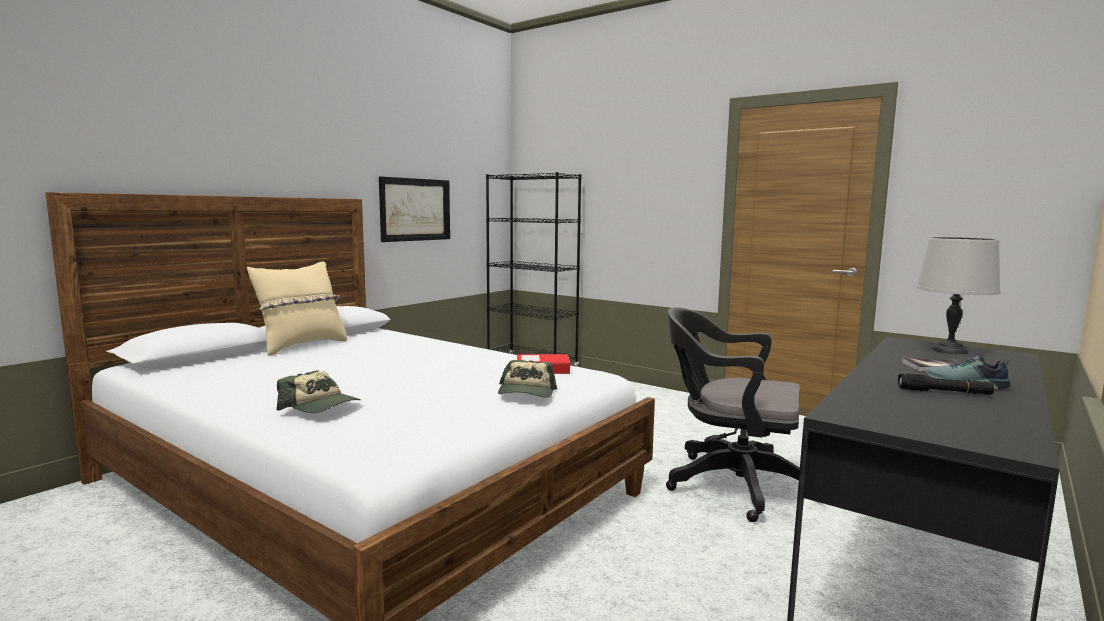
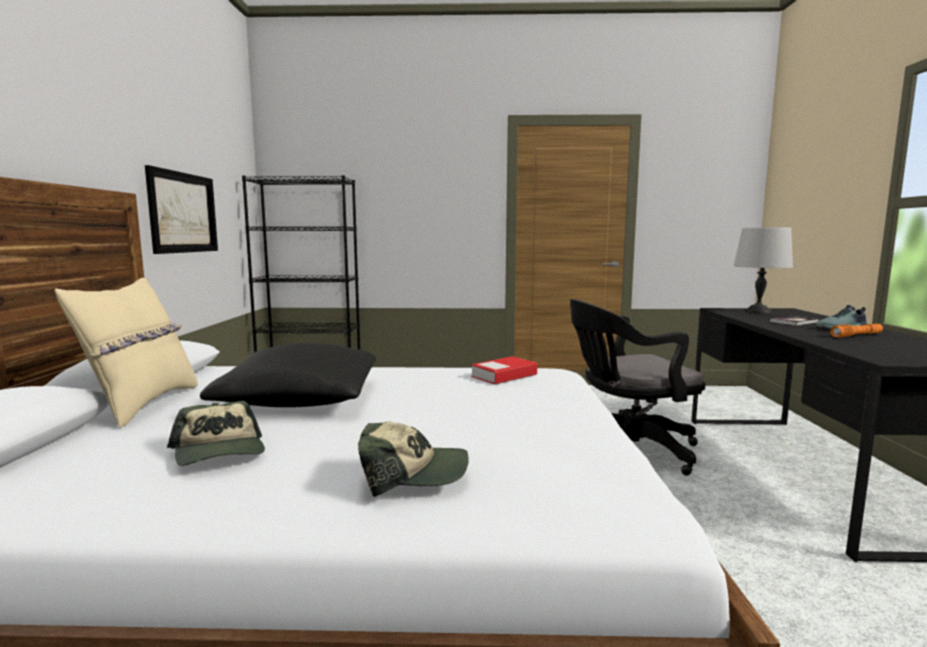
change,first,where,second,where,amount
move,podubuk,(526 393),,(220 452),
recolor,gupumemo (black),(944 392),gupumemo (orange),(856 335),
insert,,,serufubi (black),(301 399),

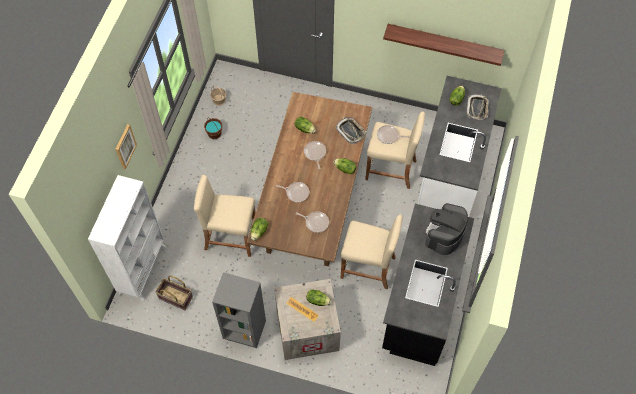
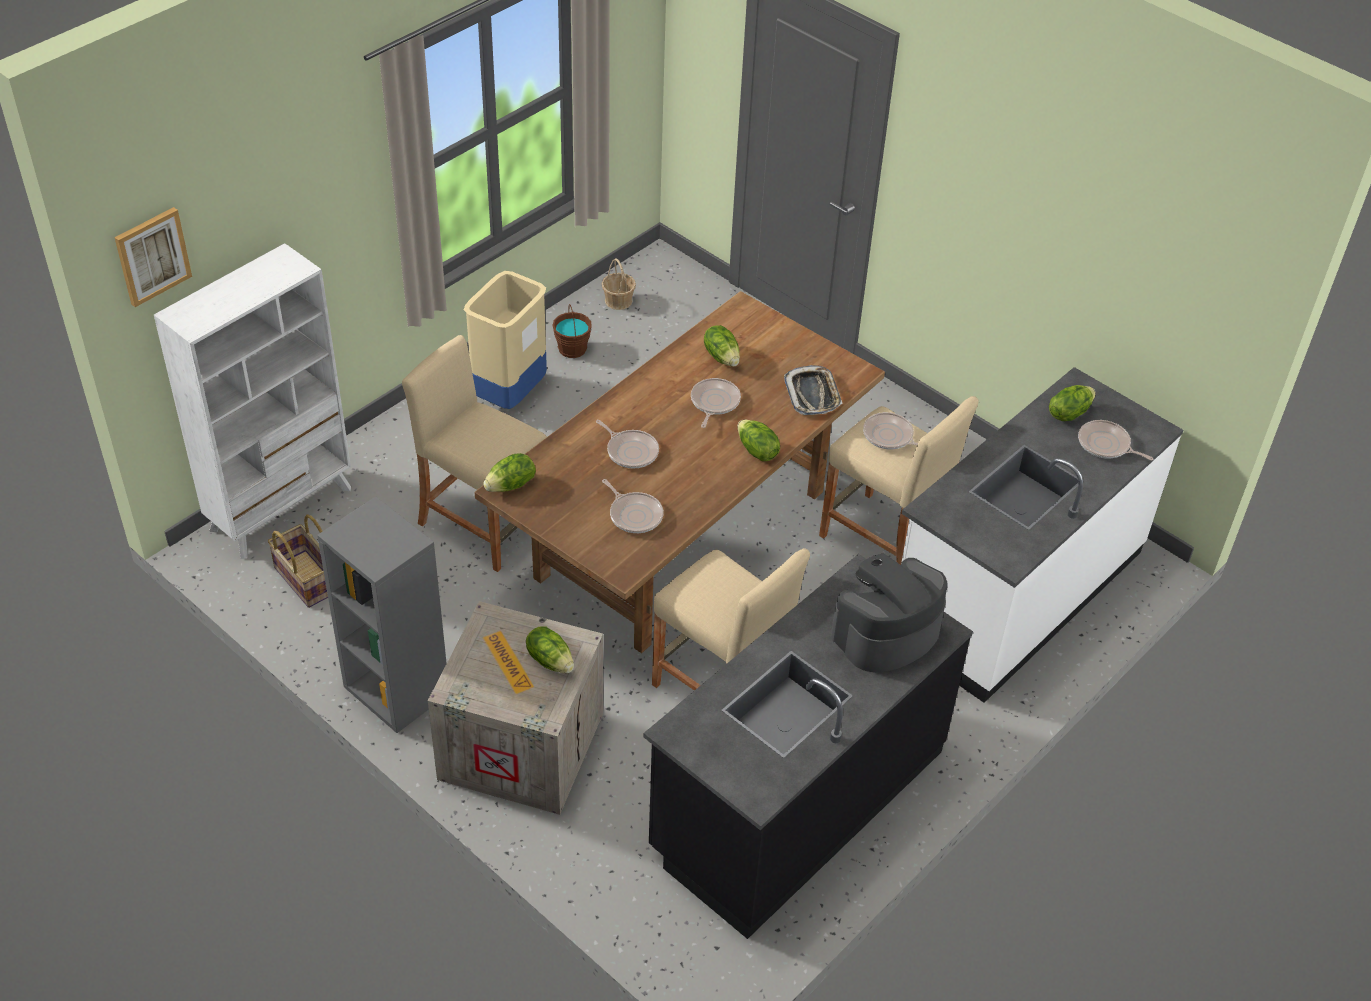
change,first,where,second,where,amount
move,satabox,(125 146),,(152 256),
delete,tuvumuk,(444 43),,,
replace,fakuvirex,(477 108),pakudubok,(1106 445),
insert,,,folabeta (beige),(509 394),

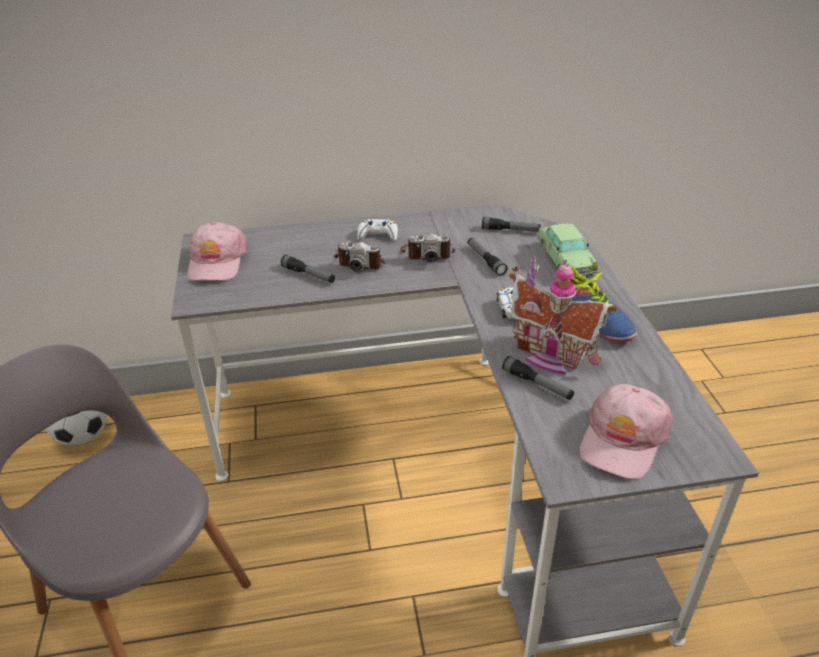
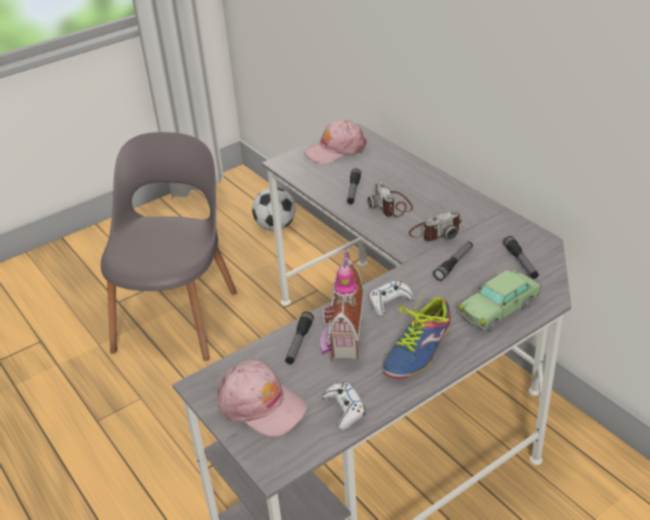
change,first,where,second,where,amount
move,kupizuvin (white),(378 235),,(344 409),
rotate,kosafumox,(427 253),,(435 231),90 degrees counterclockwise
rotate,podubuk (pink),(623 439),,(261 405),150 degrees counterclockwise

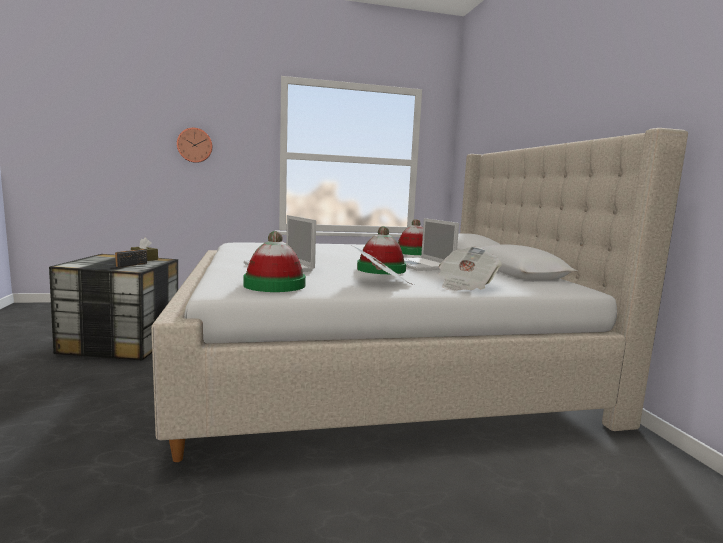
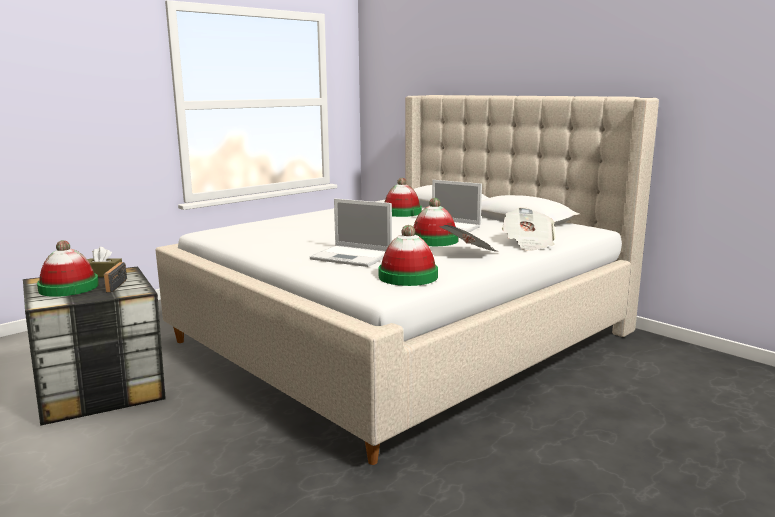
change,first,where,second,where,amount
delete,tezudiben,(195 145),,,
insert,,,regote,(69 287),

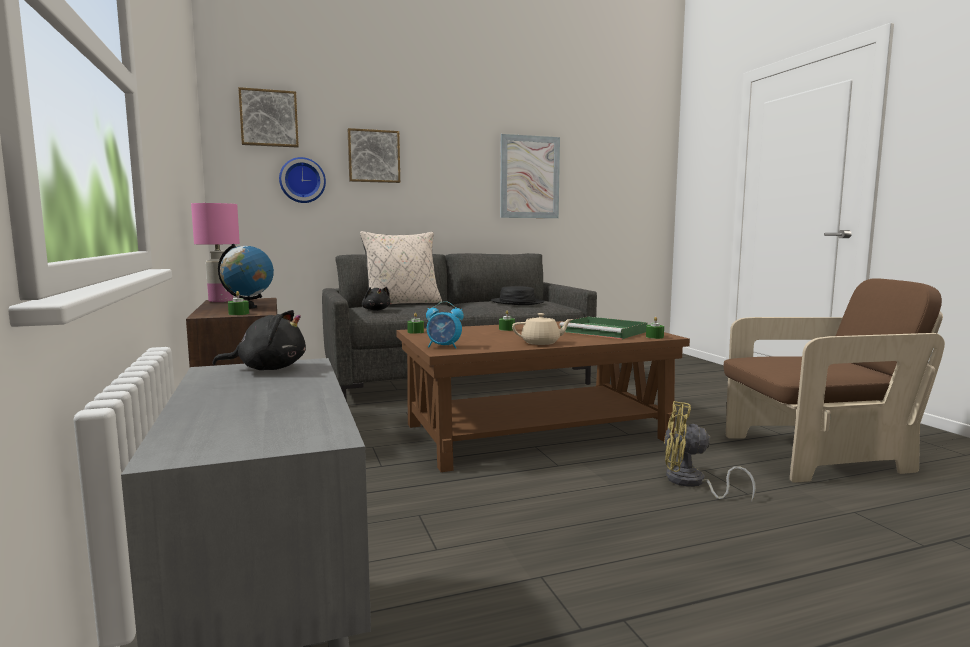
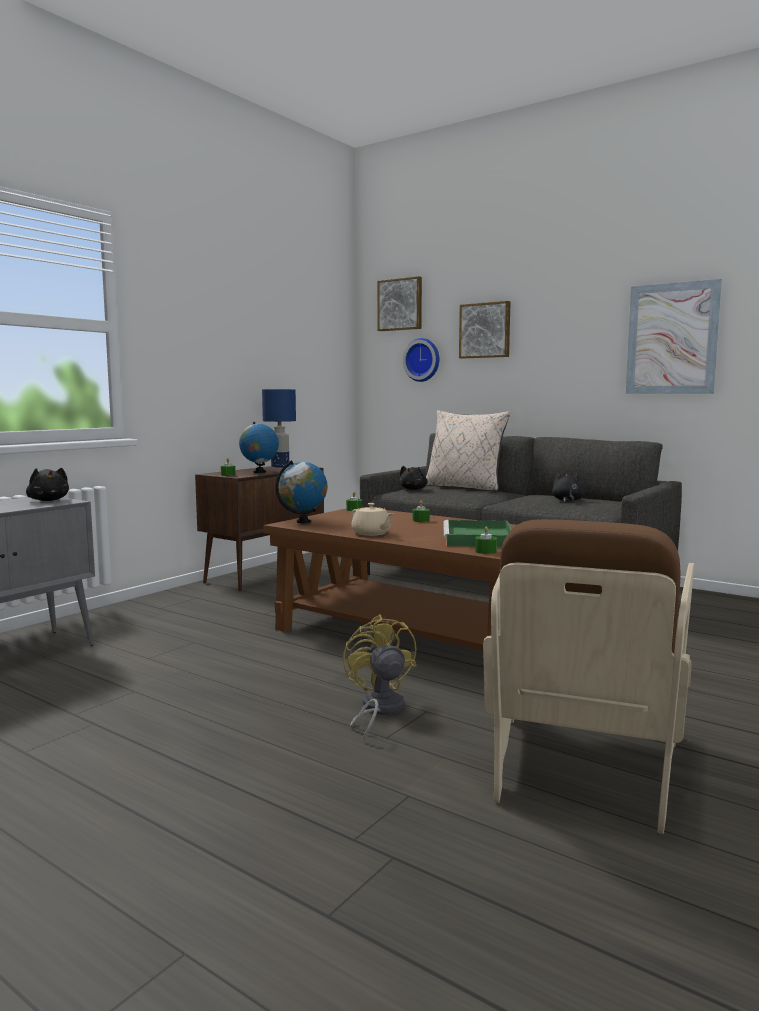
change,first,where,second,where,amount
recolor,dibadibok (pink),(220 301),dibadibok (blue),(279 466),
replace,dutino,(444 347),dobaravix,(303 522),
replace,regote (black),(517 302),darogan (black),(567 501),
rotate,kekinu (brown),(816 456),,(584 763),60 degrees clockwise

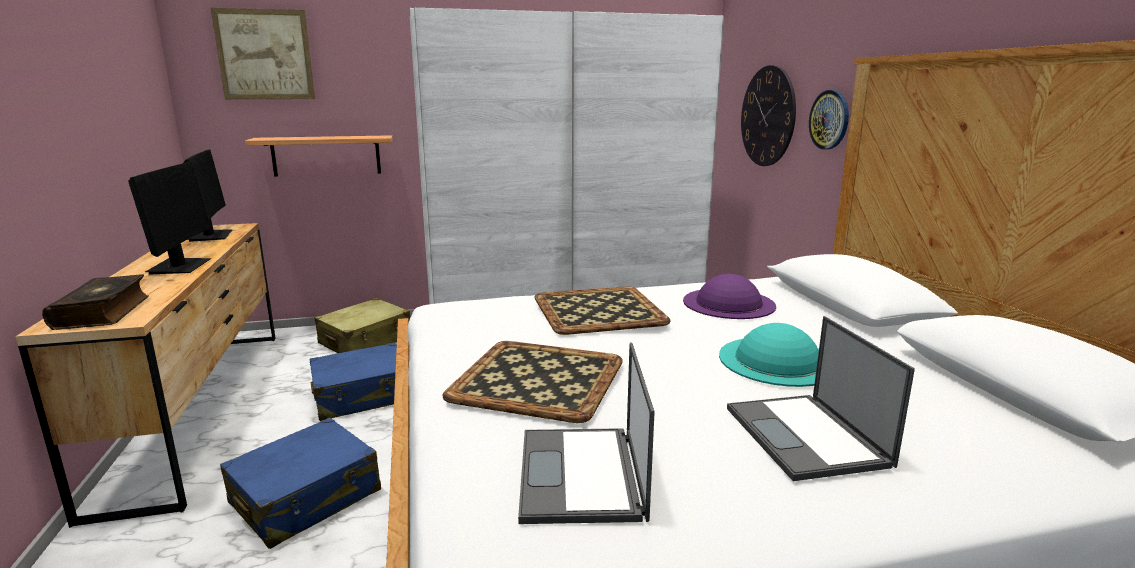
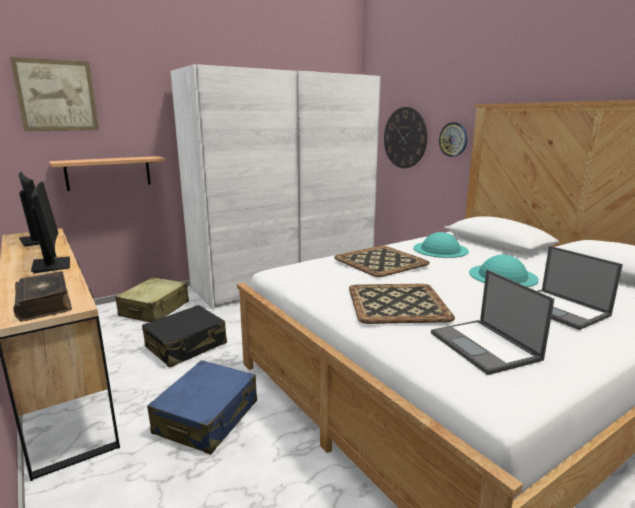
change,first,where,second,where,amount
recolor,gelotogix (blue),(362 396),gelotogix (black),(186 346),
recolor,regote (purple),(729 303),regote (turquoise),(440 249),

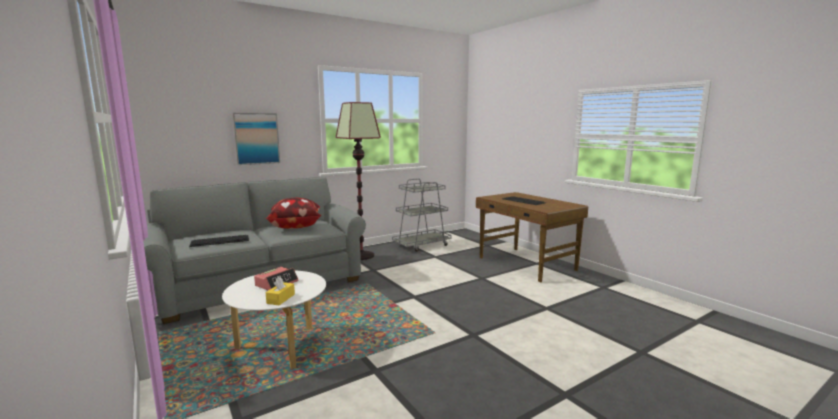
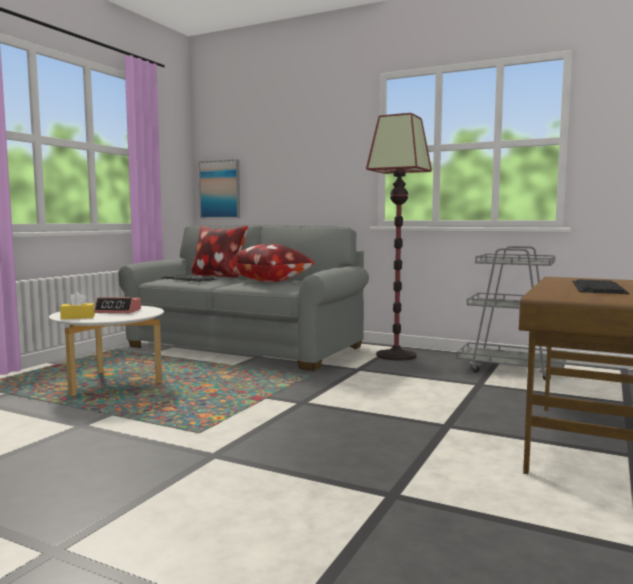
change,first,where,second,where,amount
move,satabox,(256 138),,(220 189),
insert,,,serufubi,(218 276),

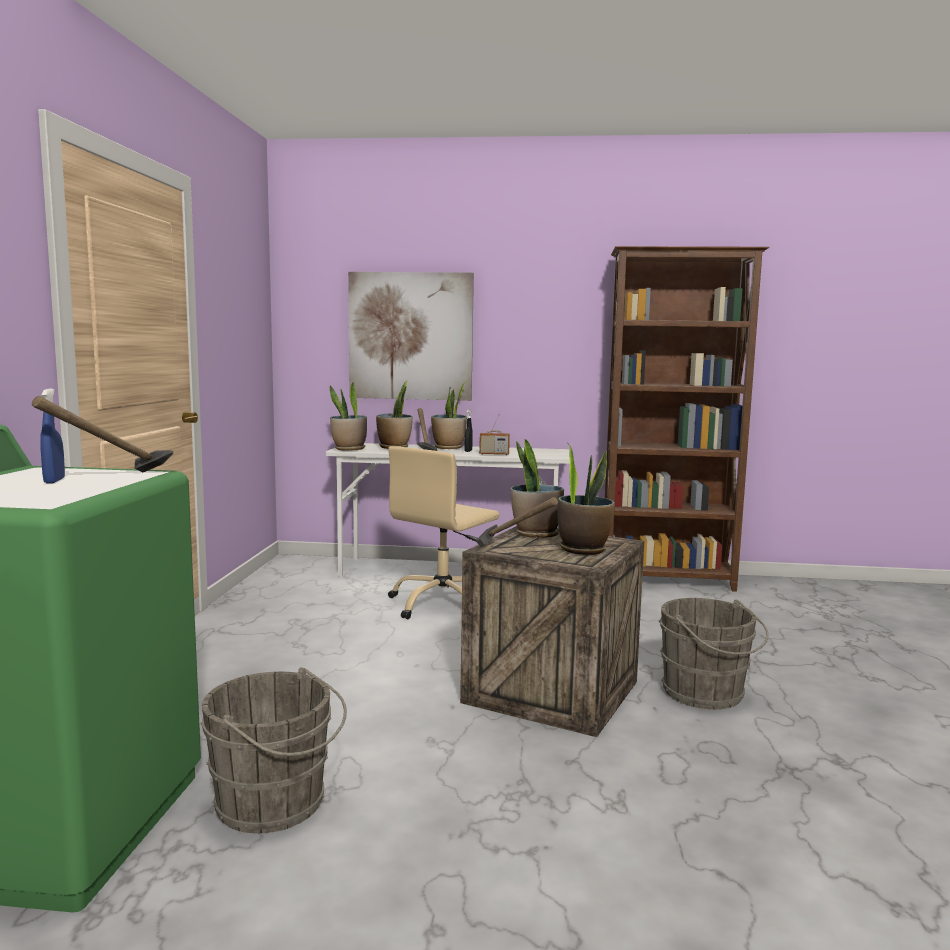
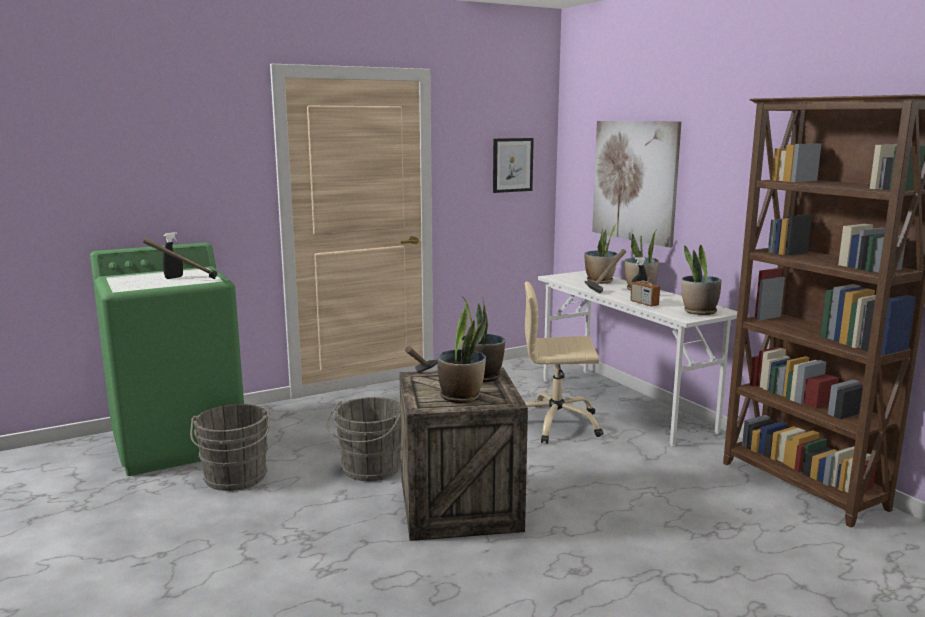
change,first,where,second,where,amount
recolor,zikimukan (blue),(54 481),zikimukan (black),(174 277),
move,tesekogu,(349 449),,(699 312),
move,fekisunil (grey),(706 694),,(369 470),
insert,,,satabox,(512 165),

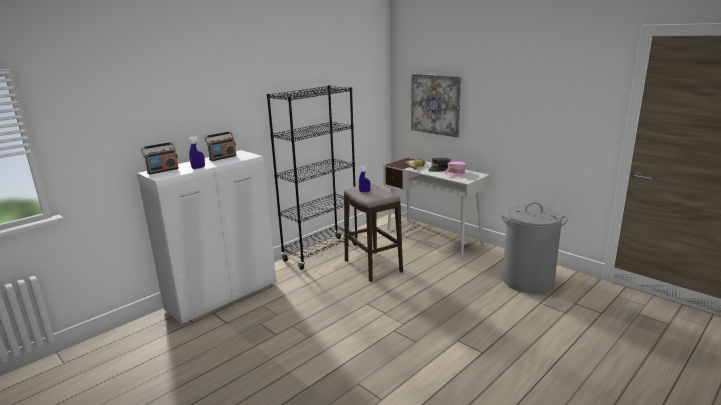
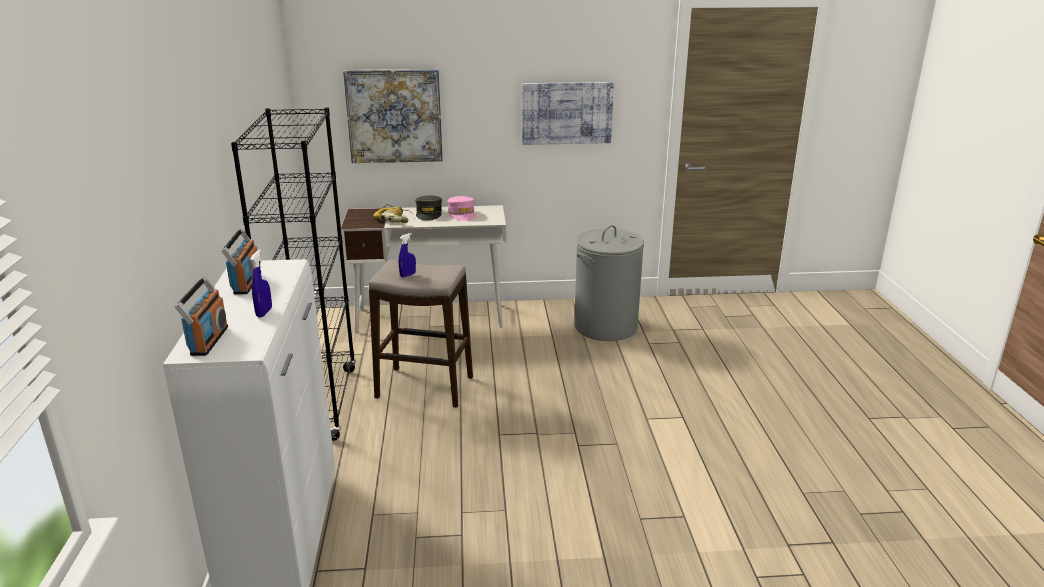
change,first,where,second,where,amount
insert,,,satabox,(567 113),

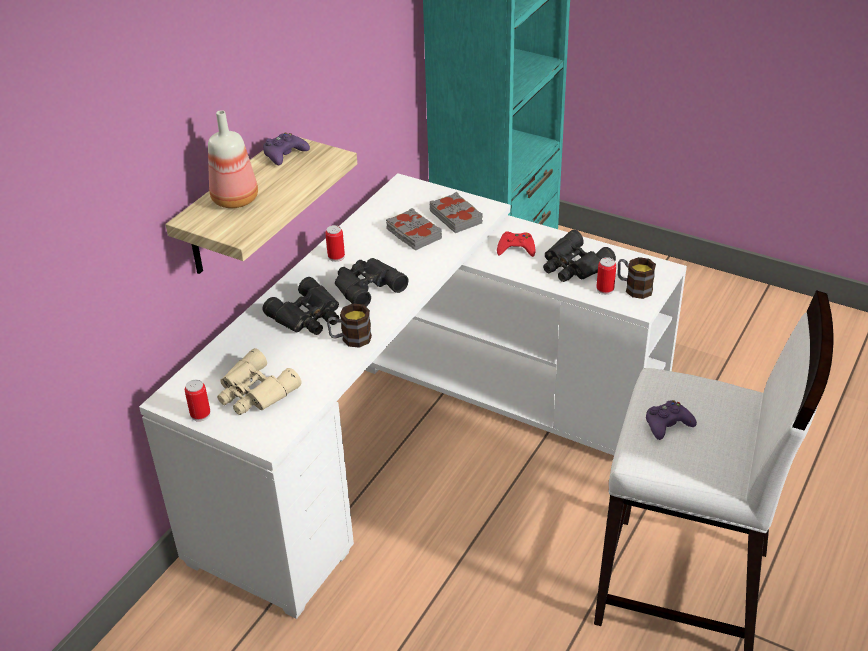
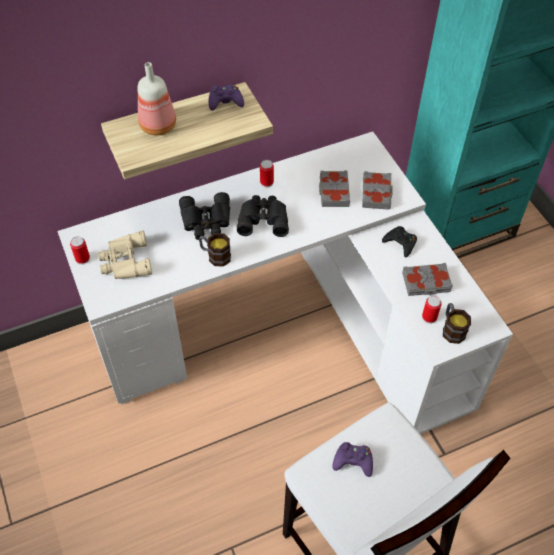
change,first,where,second,where,amount
recolor,kupizuvin (red),(516 248),kupizuvin (black),(400 243),
replace,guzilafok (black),(573 266),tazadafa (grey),(426 283),

